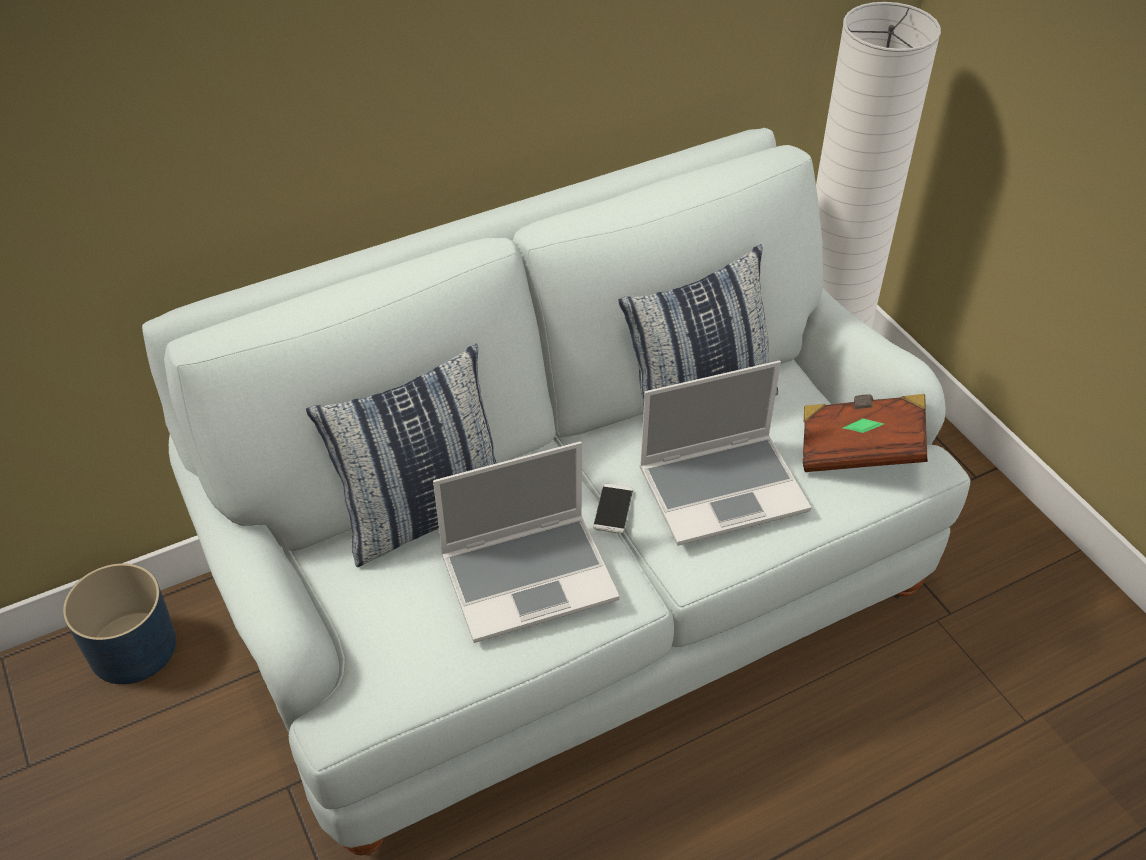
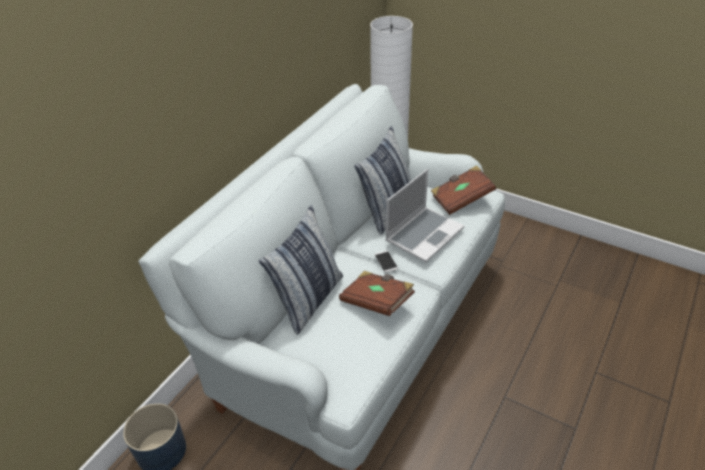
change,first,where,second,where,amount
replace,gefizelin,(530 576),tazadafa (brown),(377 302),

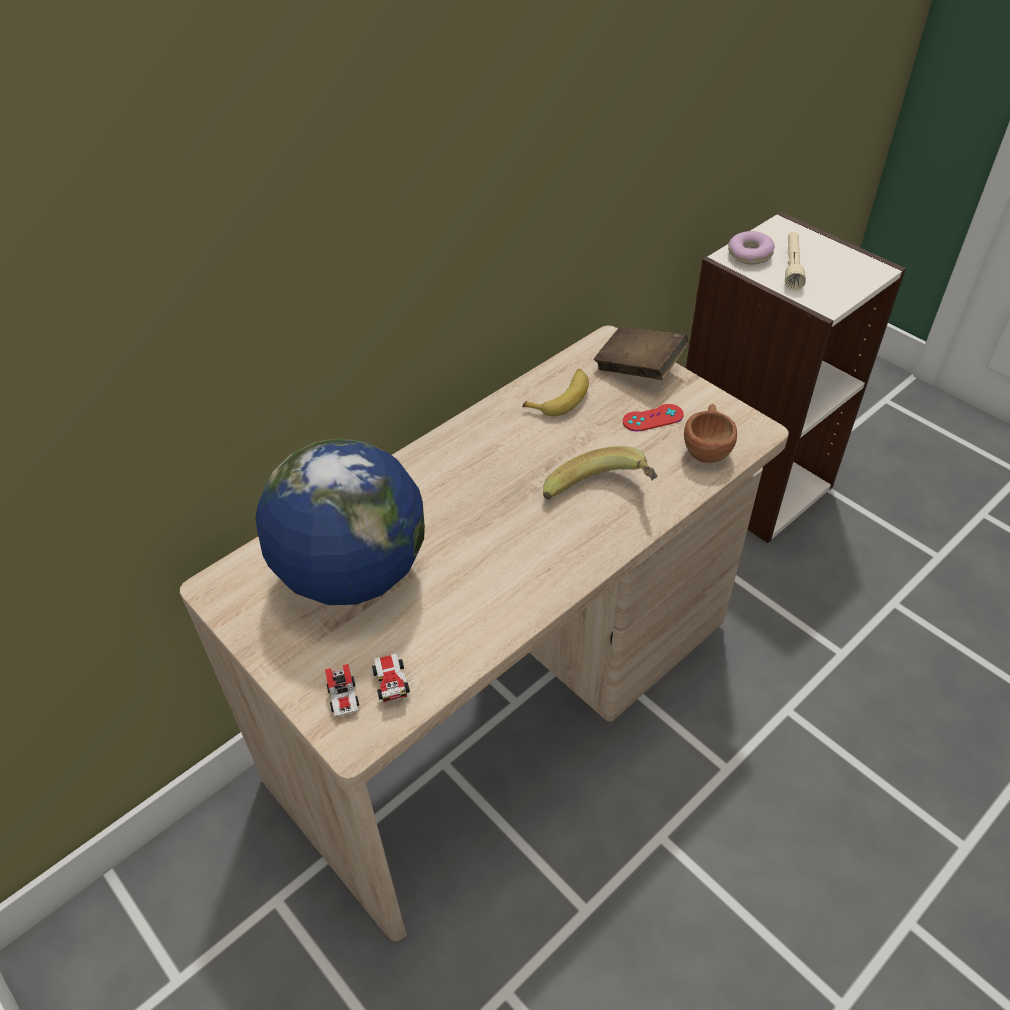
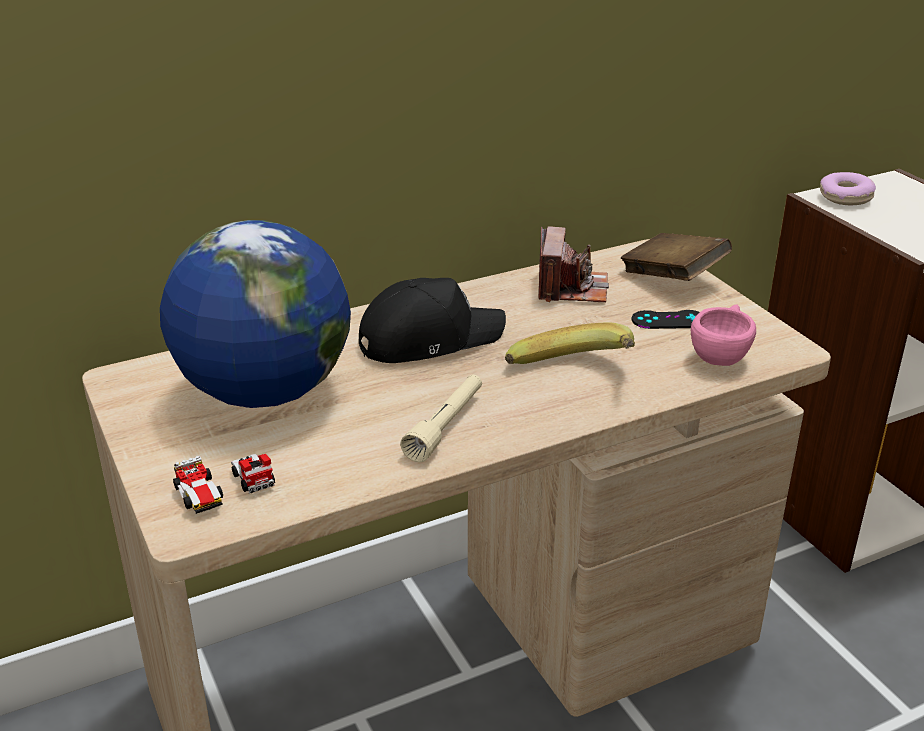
change,first,where,second,where,amount
rotate,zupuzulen,(368 689),,(226 490),150 degrees clockwise
replace,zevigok,(561 398),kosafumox,(571 288),
recolor,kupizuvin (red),(653 418),kupizuvin (black),(669 320),
recolor,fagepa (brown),(706 448),fagepa (pink),(721 355),
move,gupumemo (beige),(792 266),,(446 426),
insert,,,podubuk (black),(429 339),

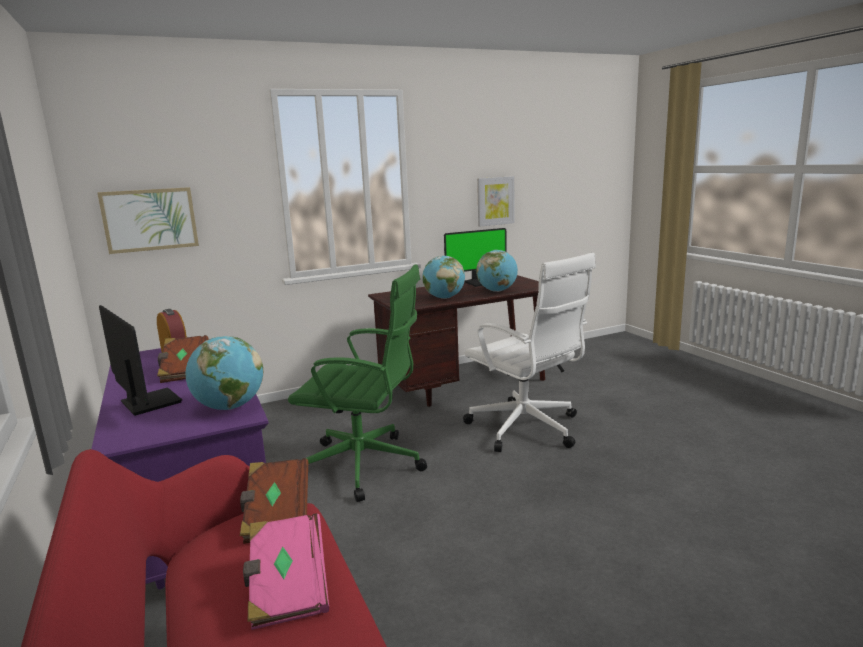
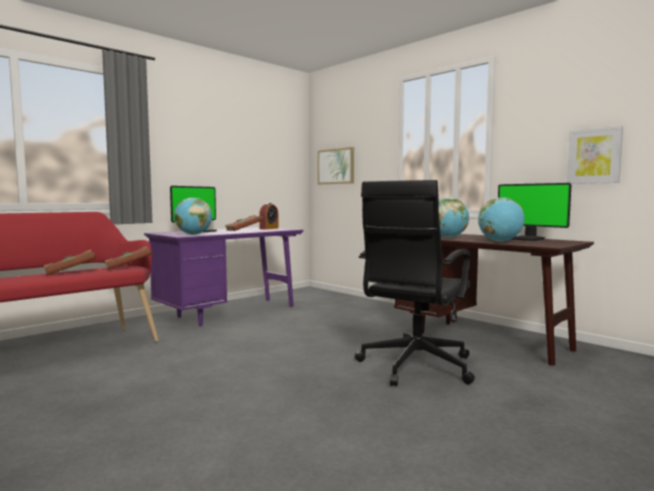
change,first,where,second,where,amount
recolor,tazadafa (pink),(287 587),tazadafa (brown),(70 272),
delete,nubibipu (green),(365 466),,,
recolor,nubibipu (white),(526 429),nubibipu (black),(414 367),

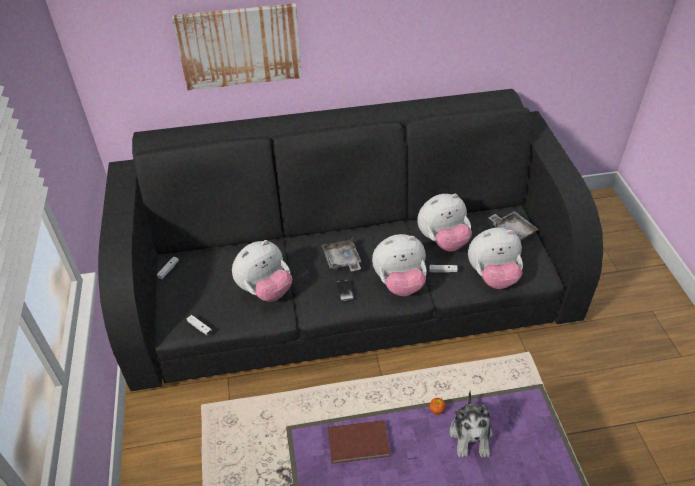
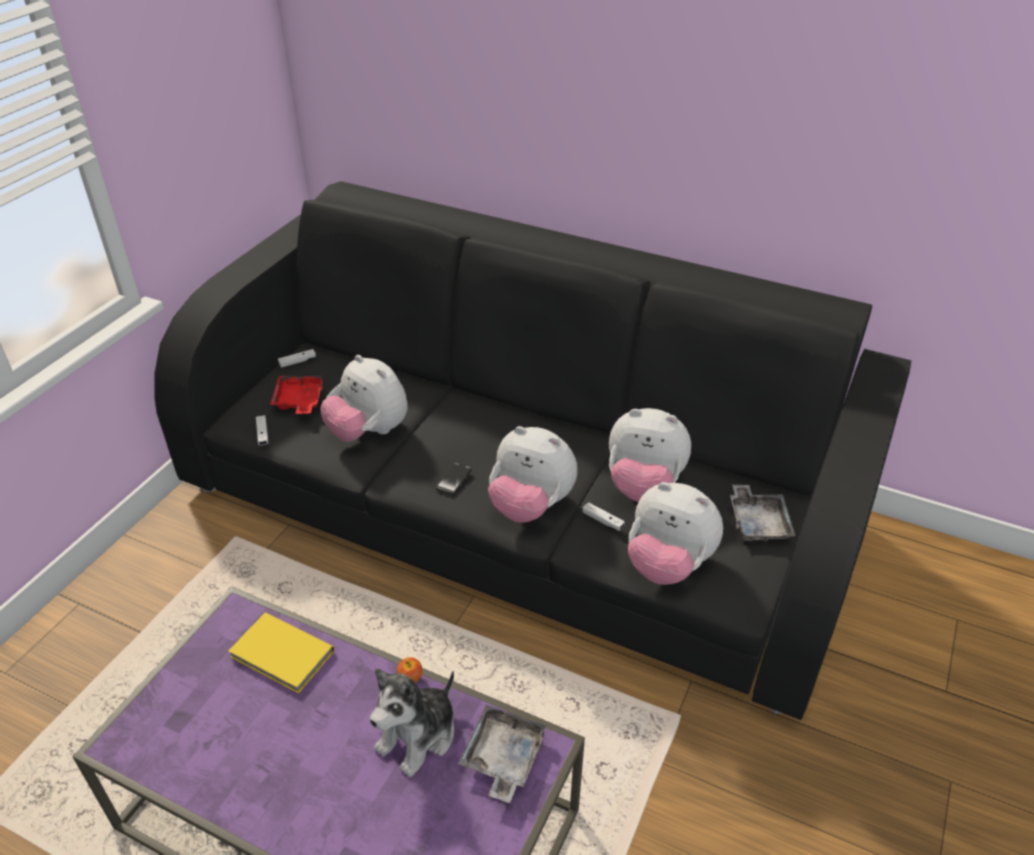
change,first,where,second,where,amount
delete,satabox,(239 46),,,
rotate,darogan,(265 290),,(368 432),45 degrees clockwise
move,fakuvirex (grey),(342 260),,(503 758),
recolor,tazadafa (brown),(359 444),tazadafa (yellow),(282 656),
insert,,,fakuvirex (red),(299 401),

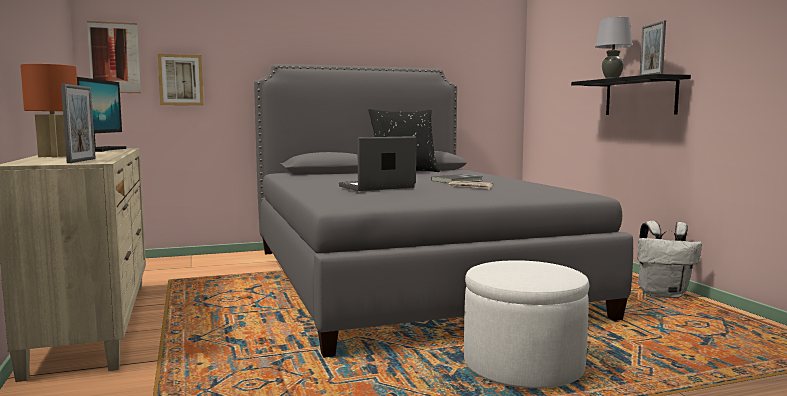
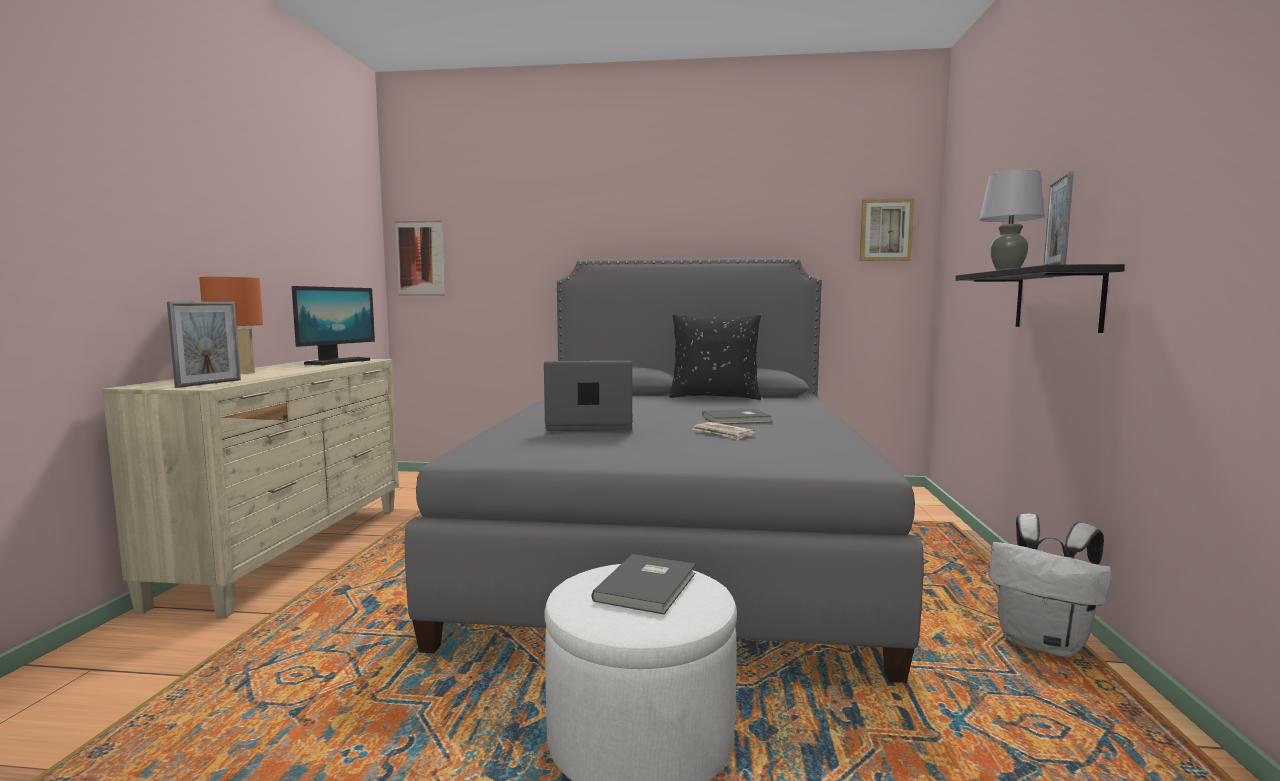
change,first,where,second,where,amount
move,satabox,(181 80),,(886 230),
insert,,,tazadafa (grey),(649 586),

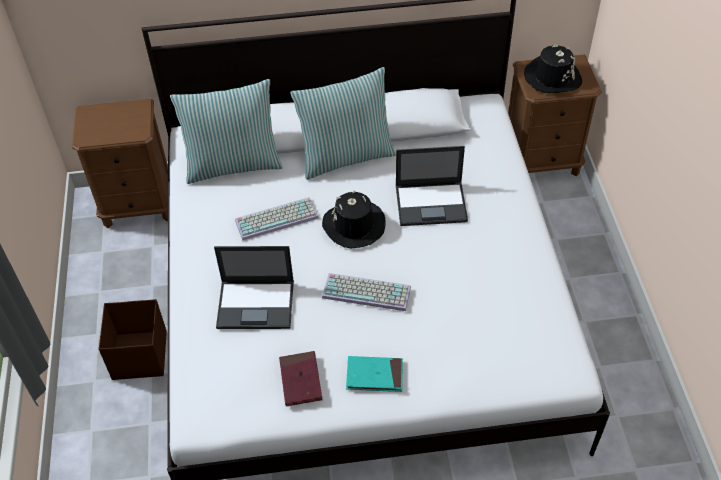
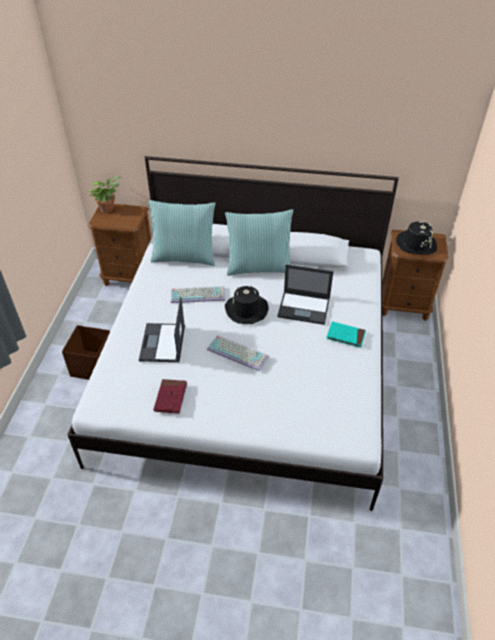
change,first,where,second,where,amount
rotate,gefizelin,(257 304),,(162 343),75 degrees clockwise
move,tazadafa (turquoise),(374 375),,(346 336),
insert,,,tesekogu,(108 208),

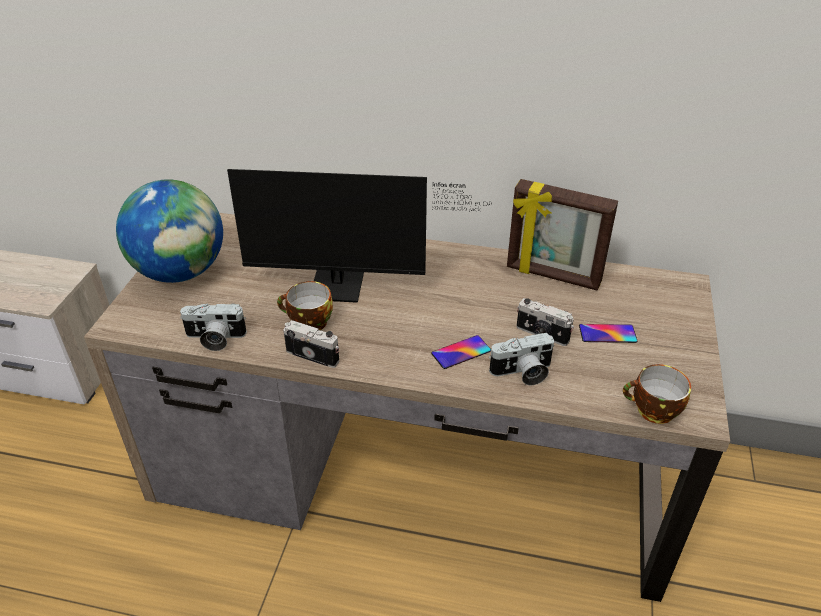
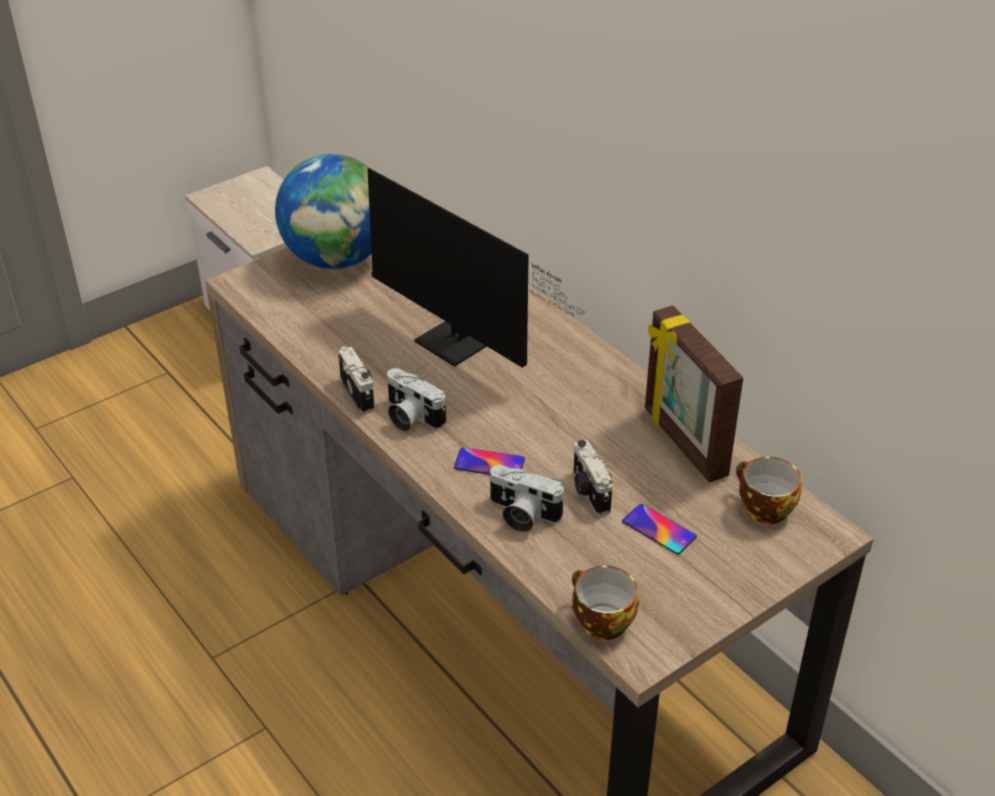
change,first,where,second,where,amount
move,kosafumox,(214 339),,(410 417),
move,fagepa,(308 323),,(762 509),

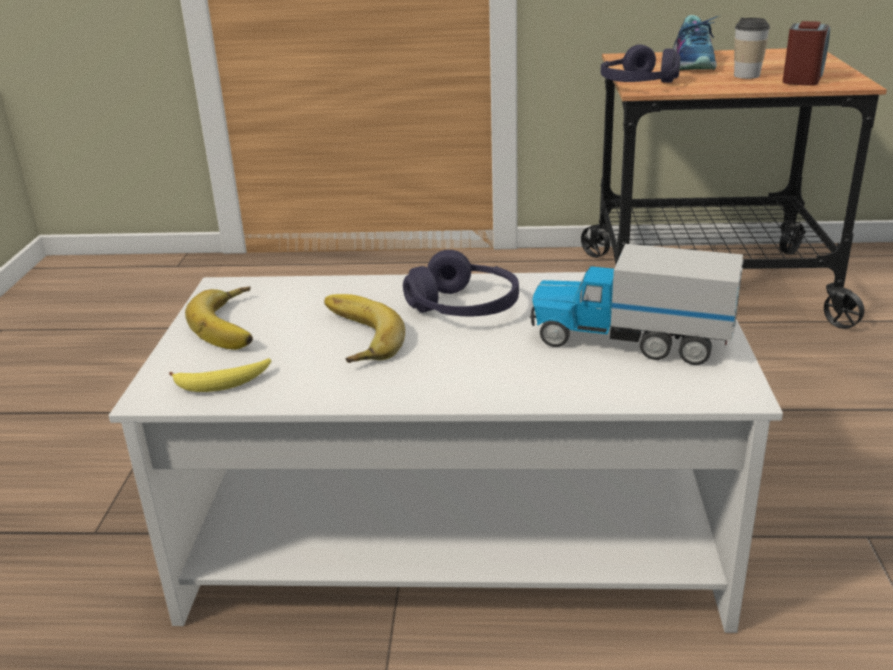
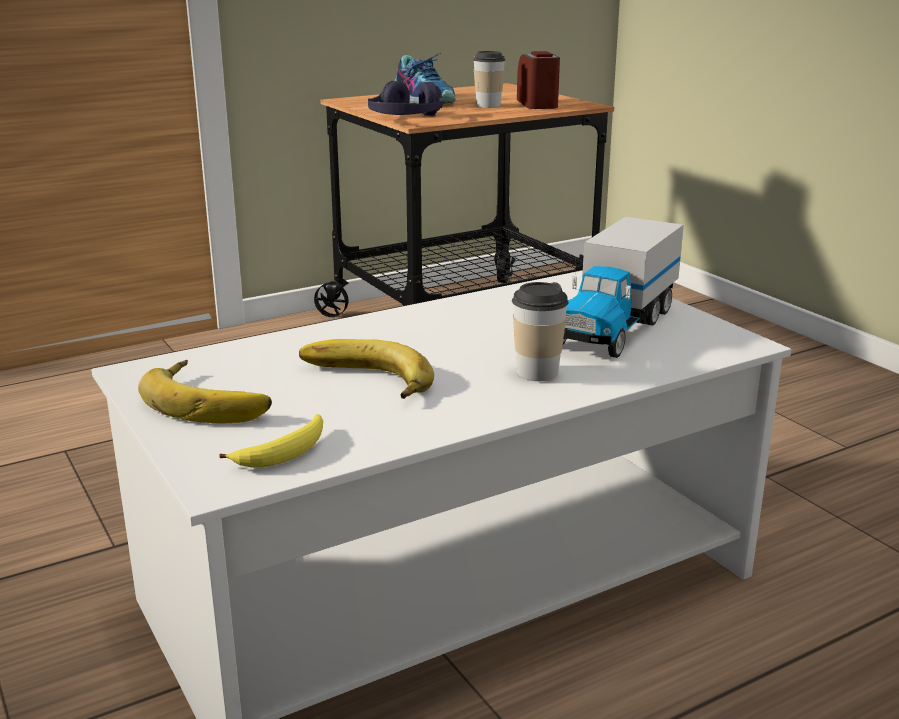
change,first,where,second,where,amount
delete,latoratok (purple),(464 307),,,
rotate,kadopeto,(629 340),,(614 327),45 degrees counterclockwise
insert,,,fagepa,(537 372),

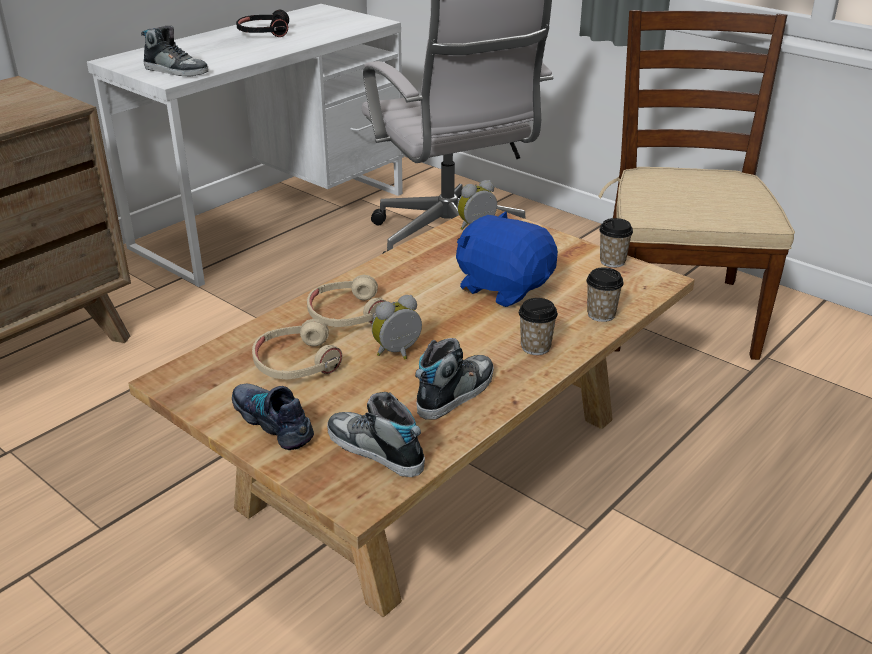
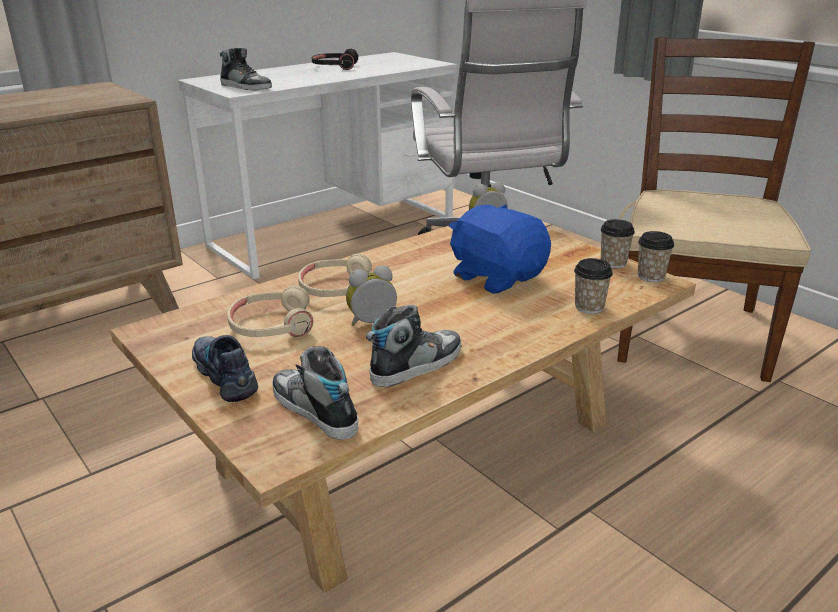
change,first,where,second,where,amount
move,fagepa,(535 347),,(651 276),

